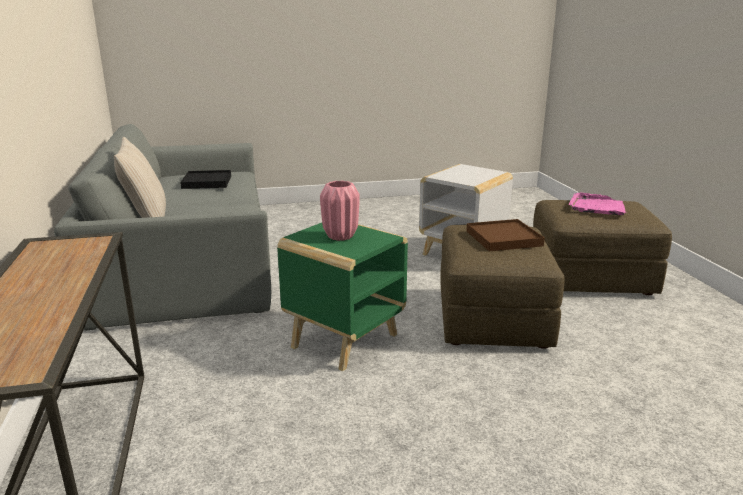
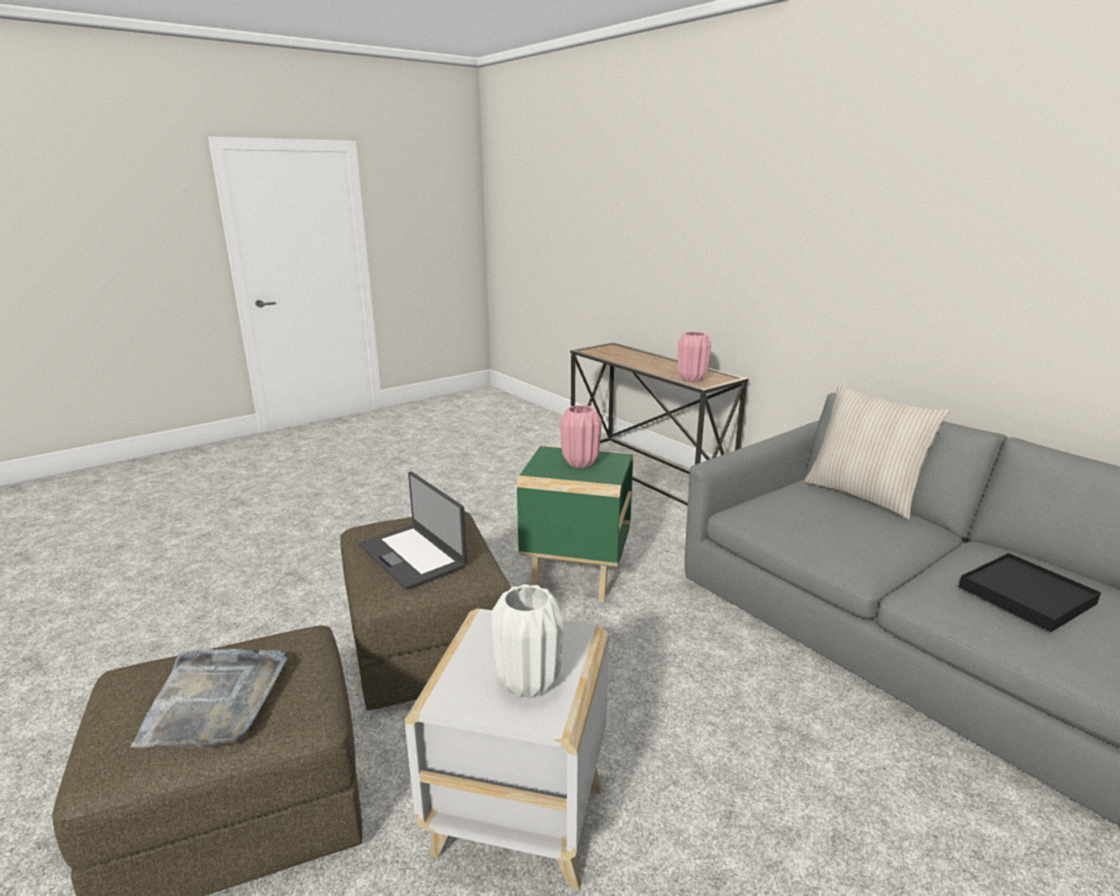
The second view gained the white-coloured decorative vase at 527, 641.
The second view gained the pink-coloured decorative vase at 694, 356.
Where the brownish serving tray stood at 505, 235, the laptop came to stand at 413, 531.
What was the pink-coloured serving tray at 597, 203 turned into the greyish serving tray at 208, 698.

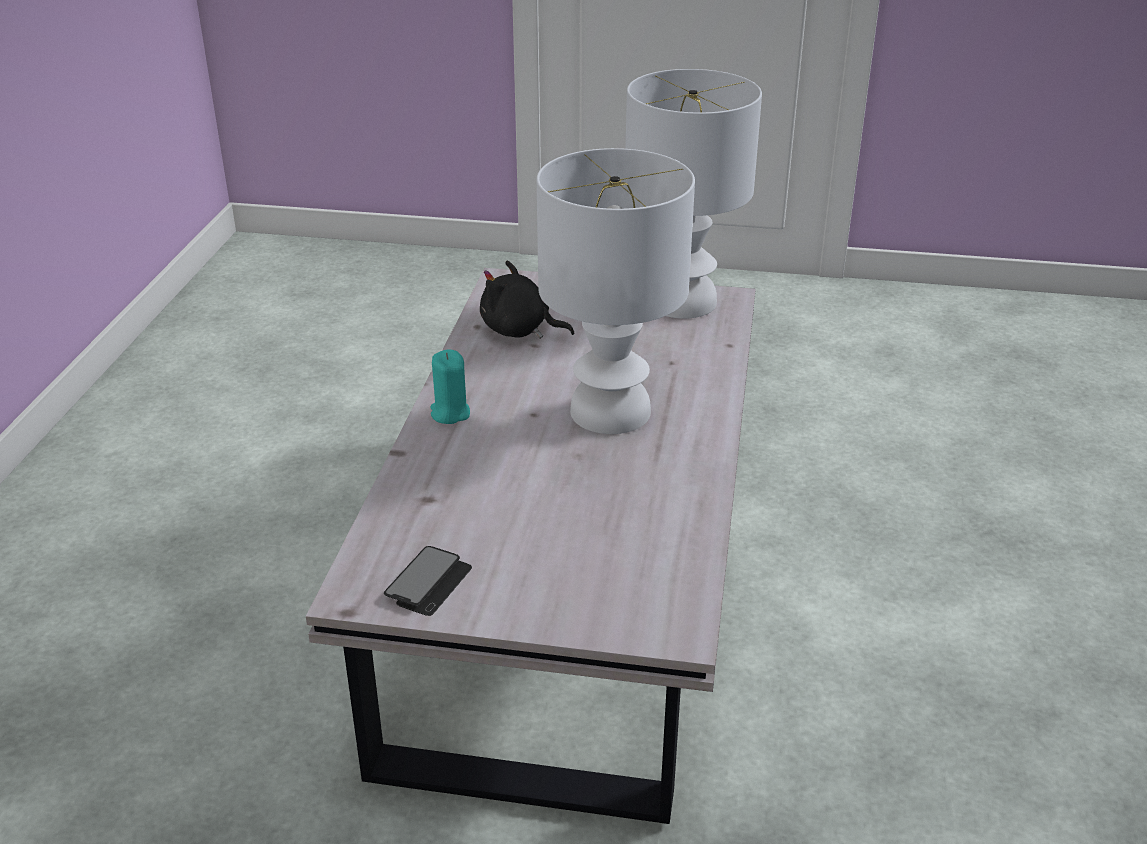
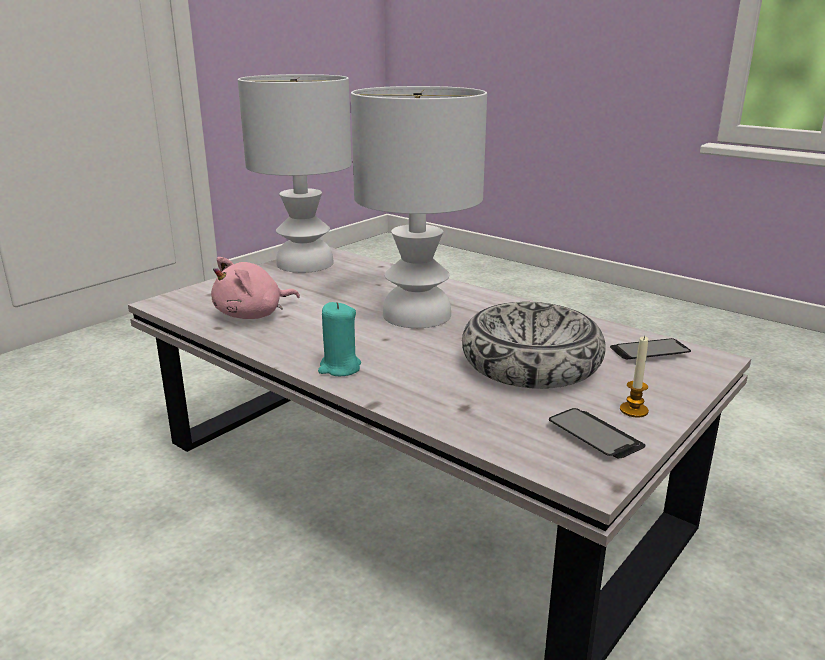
The second view gained the serving bowl at 533, 345.
The second view gained the phone at 650, 348.
The second view gained the wax light at 634, 376.
What was the black plush toy at 527, 300 turned into the pink-coloured plush toy at 255, 288.

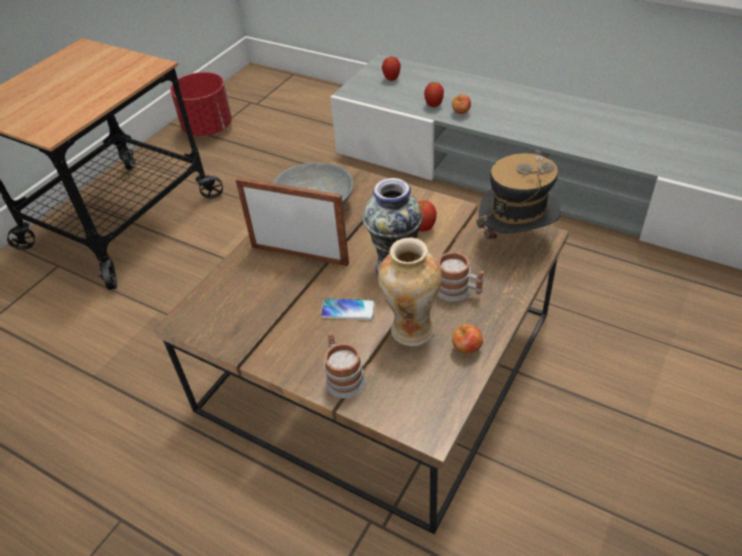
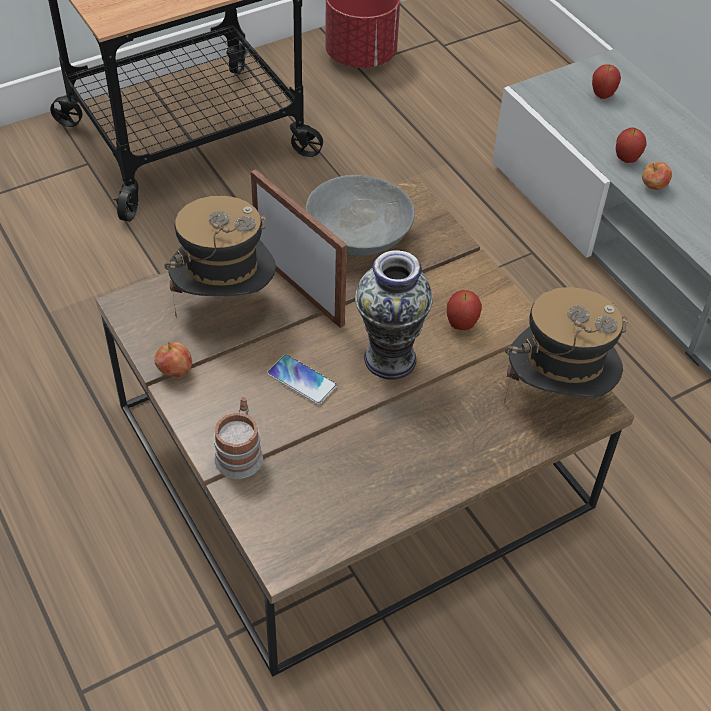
The second view lost the decorative vase at 410, 292.
The second view lost the mug at 461, 276.
The second view gained the wearable hat at 220, 257.
The whole apple ended up elsewhere, having gone from 467, 339 to 173, 359.

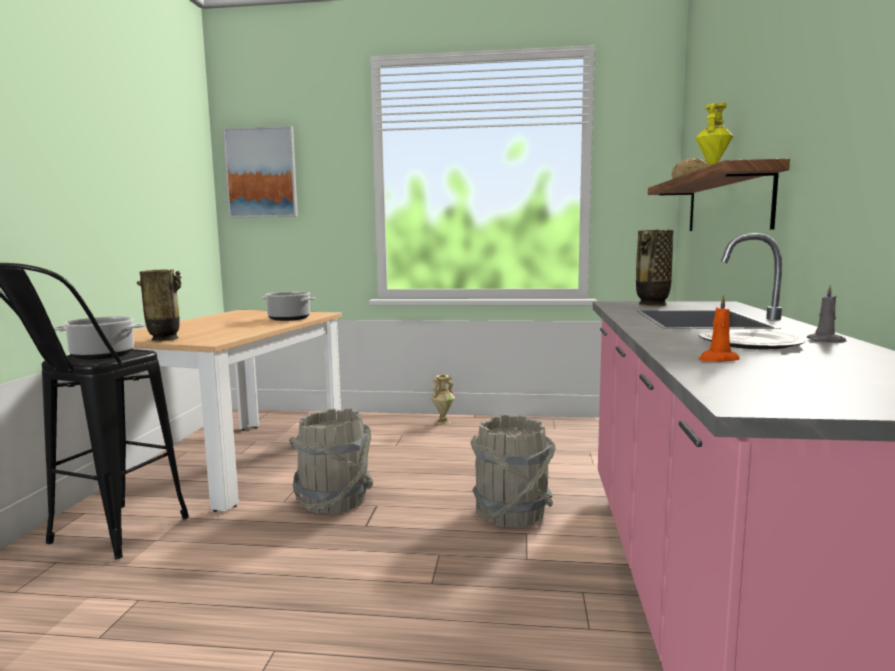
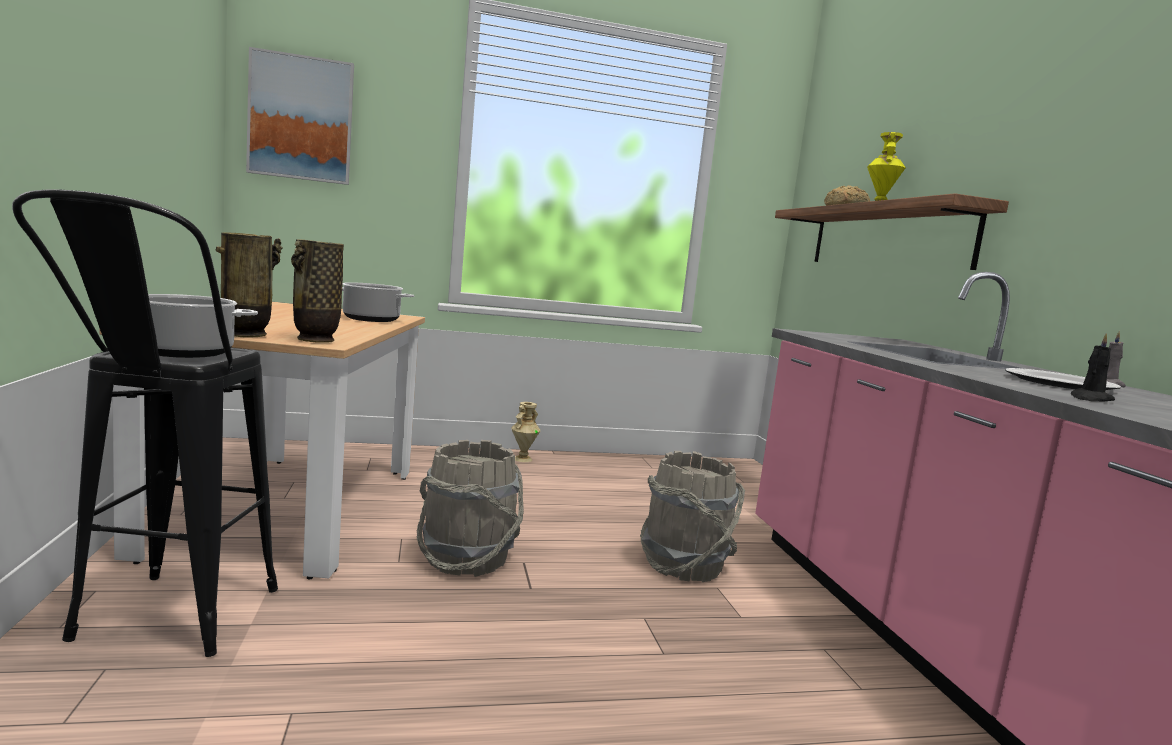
The decorative vase ended up elsewhere, having gone from 654, 268 to 317, 291.
What was the orange-coloured wax light at 719, 328 turned into the black wax light at 1093, 367.

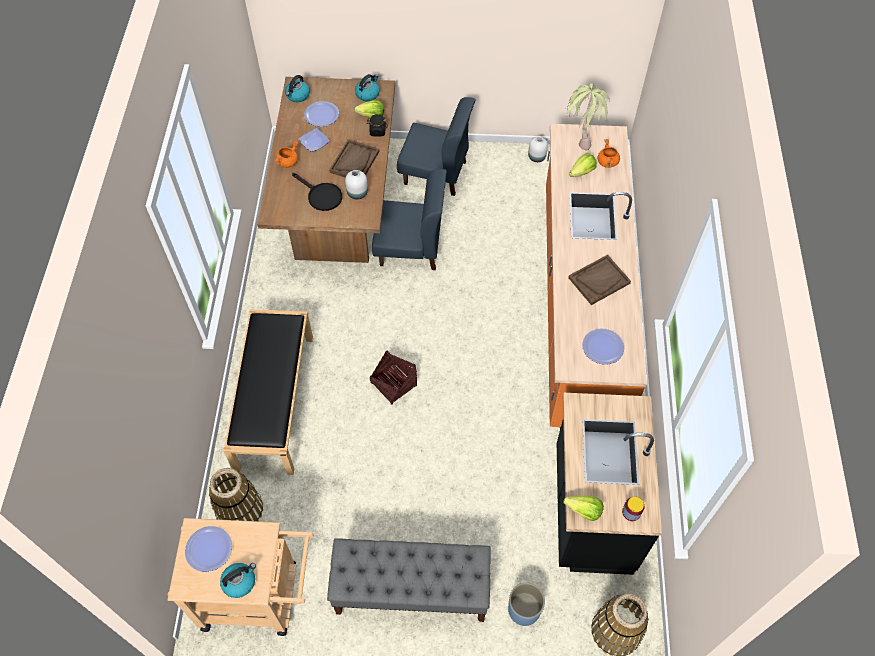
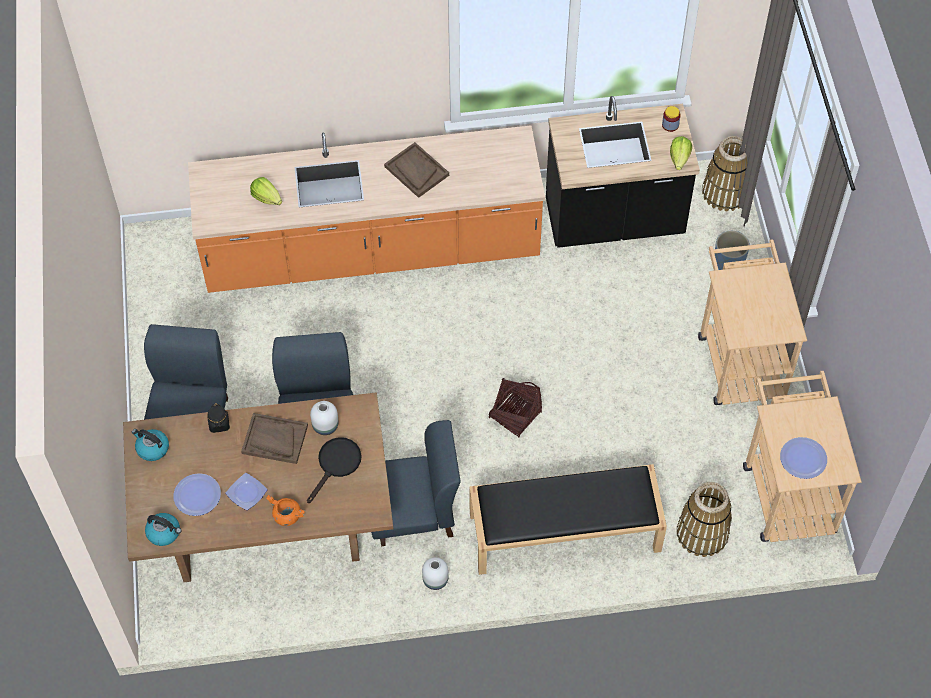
The second view lost the tea kettle at 238, 580.
The second view lost the lettuce head at 369, 109.
The second view lost the potted plant at 588, 117.
The second view lost the plate at 603, 346.
The second view lost the orange-coloured cooking pot at 609, 153.
The second view gained the blue chair at 416, 483.
The white-coloured decorative vase ended up elsewhere, having gone from 538, 149 to 435, 573.
Where the greyish indoor bench stood at 409, 580, the sand-coloured trolley came to stand at 752, 322.

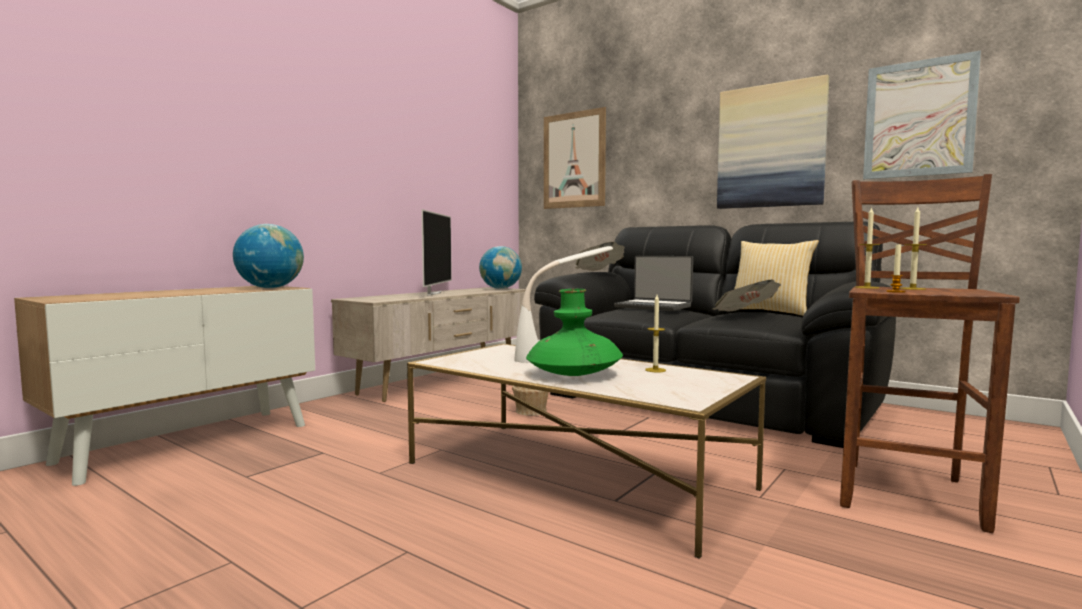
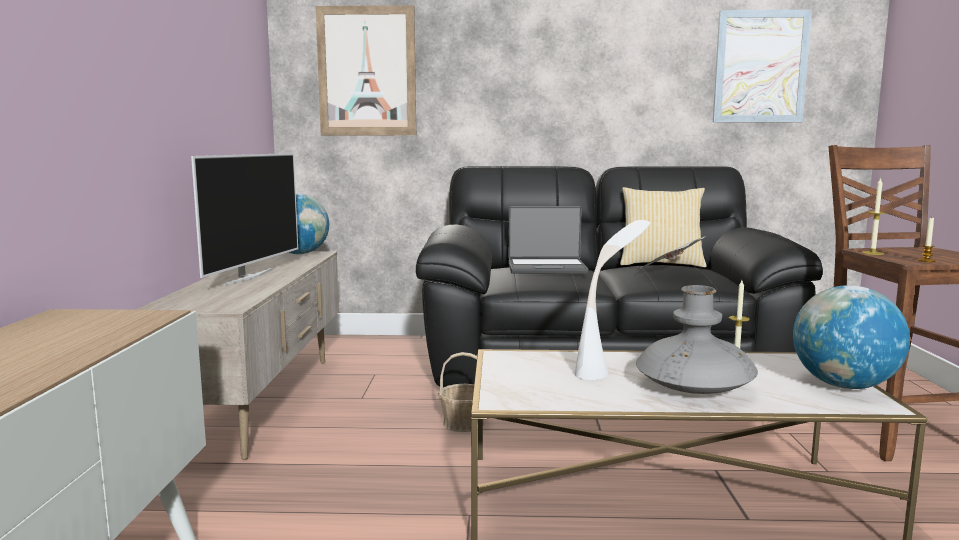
The second view lost the newspaper at 600, 256.
The second view lost the wall picture at 773, 141.
The second view lost the wax light at 913, 248.
The desk globe ended up elsewhere, having gone from 268, 256 to 851, 337.
What was the greenish decorative vase at 574, 332 turned into the greyish decorative vase at 697, 339.
The TV at 436, 252 ended up facing another way, 45 degrees clockwise from before.

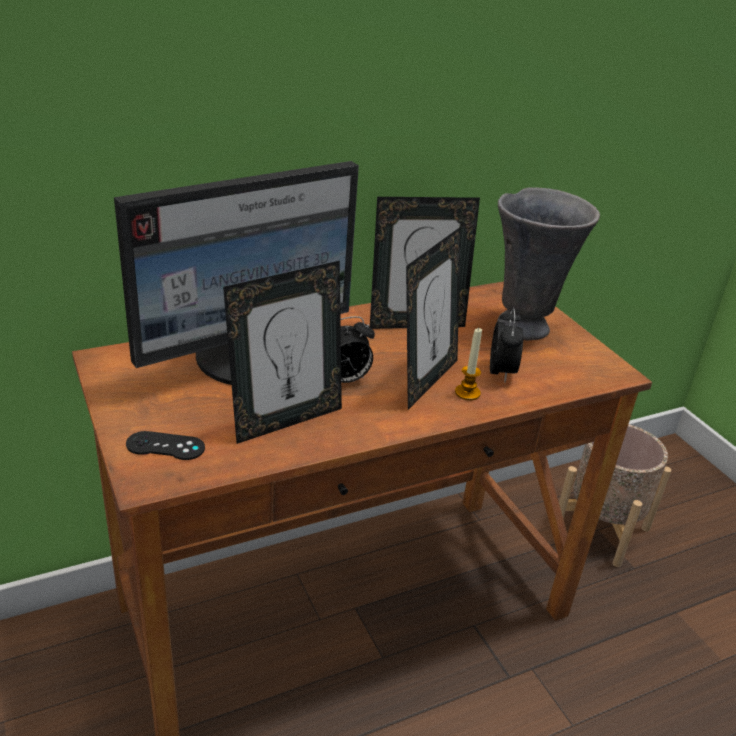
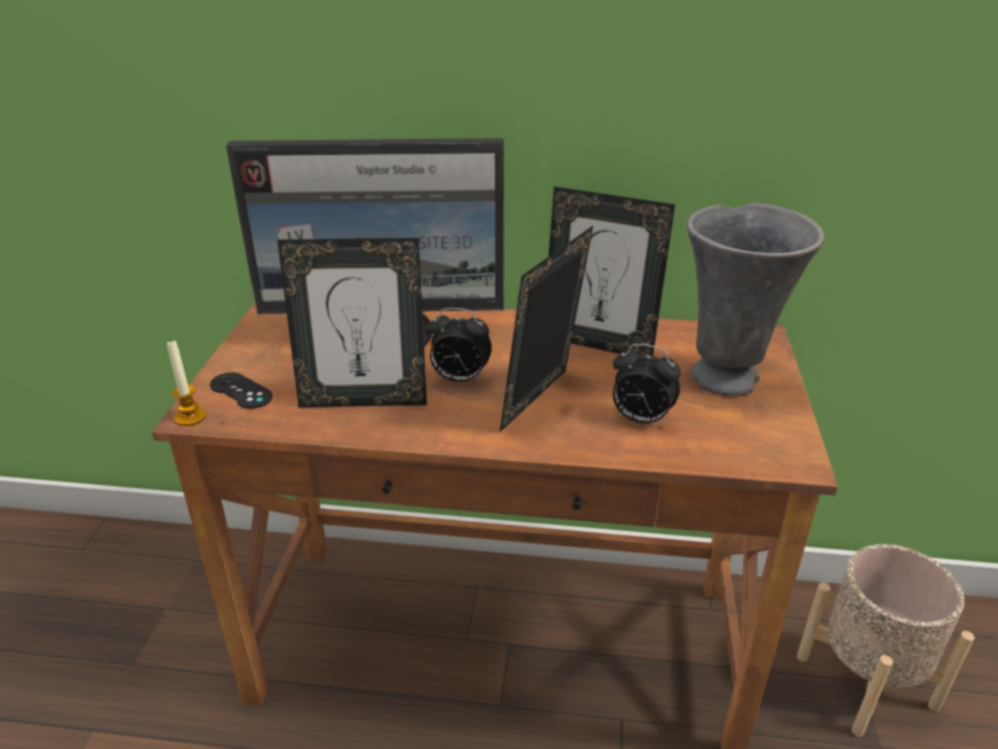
The wax light ended up elsewhere, having gone from 468, 363 to 186, 382.
The photo frame at 433, 318 ended up facing another way, 150 degrees clockwise from before.
The bedside clock at 507, 345 ended up facing another way, 75 degrees clockwise from before.

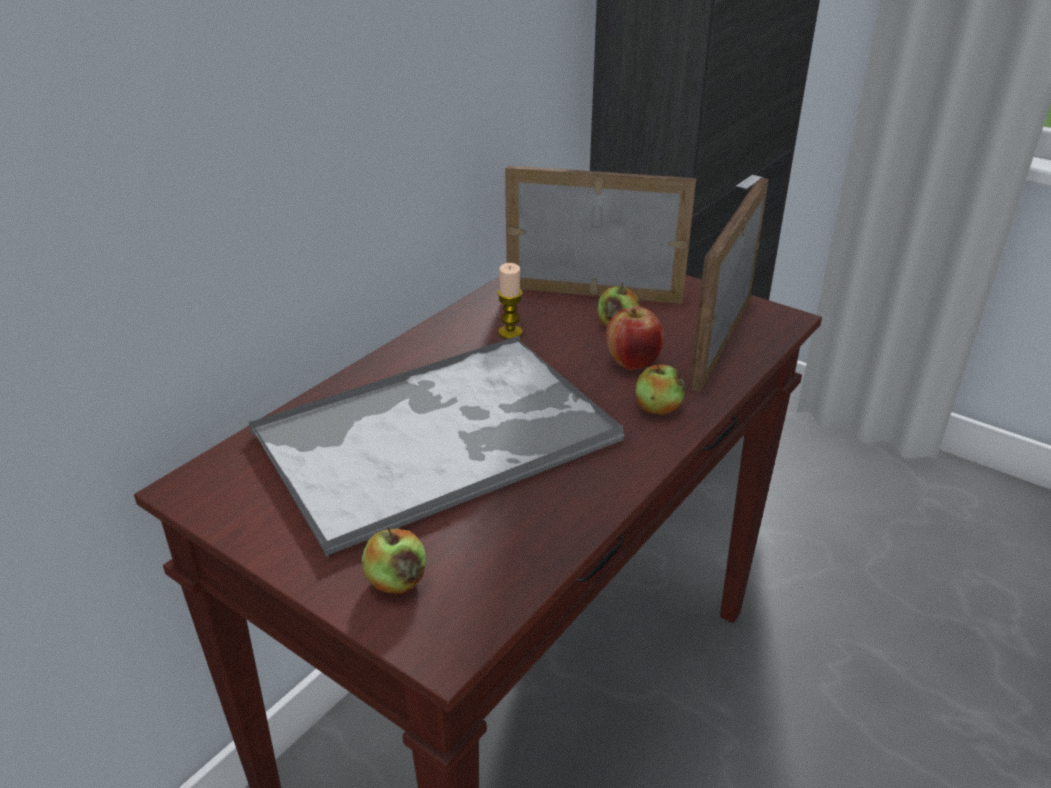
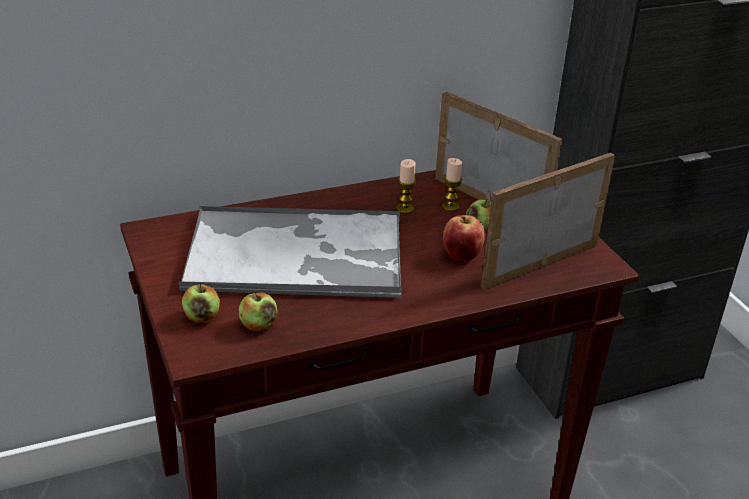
The second view gained the wax light at 452, 185.
The whole apple ended up elsewhere, having gone from 660, 388 to 258, 311.

